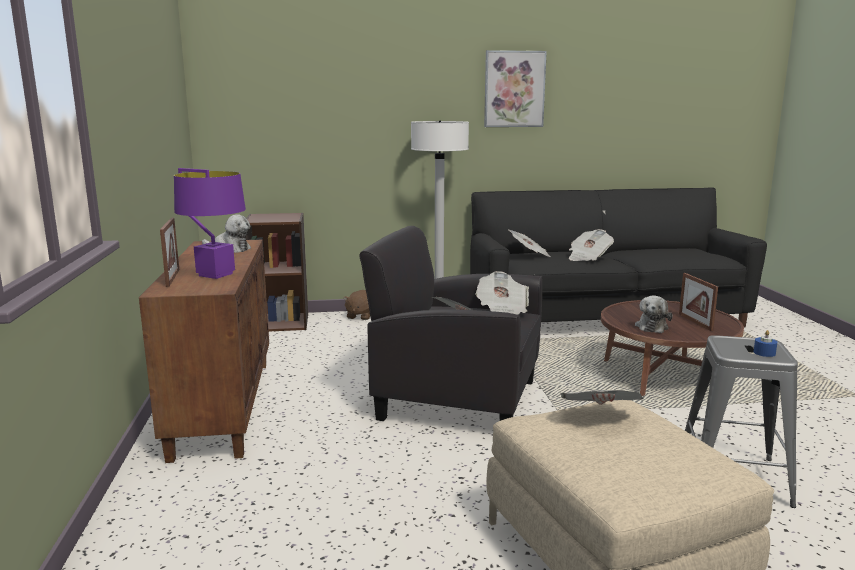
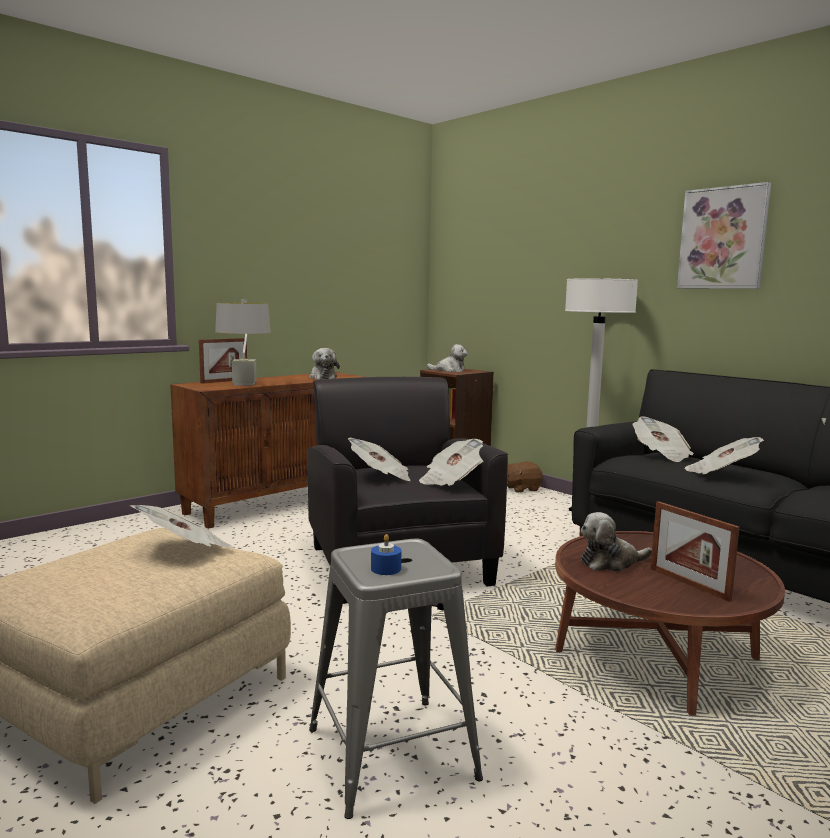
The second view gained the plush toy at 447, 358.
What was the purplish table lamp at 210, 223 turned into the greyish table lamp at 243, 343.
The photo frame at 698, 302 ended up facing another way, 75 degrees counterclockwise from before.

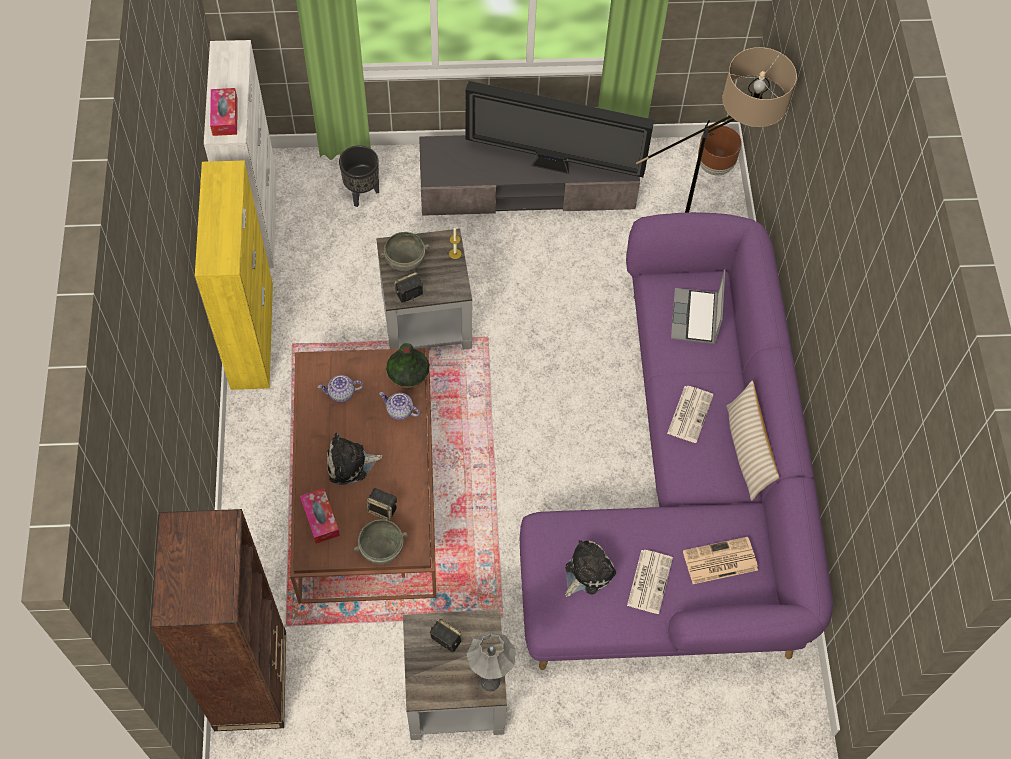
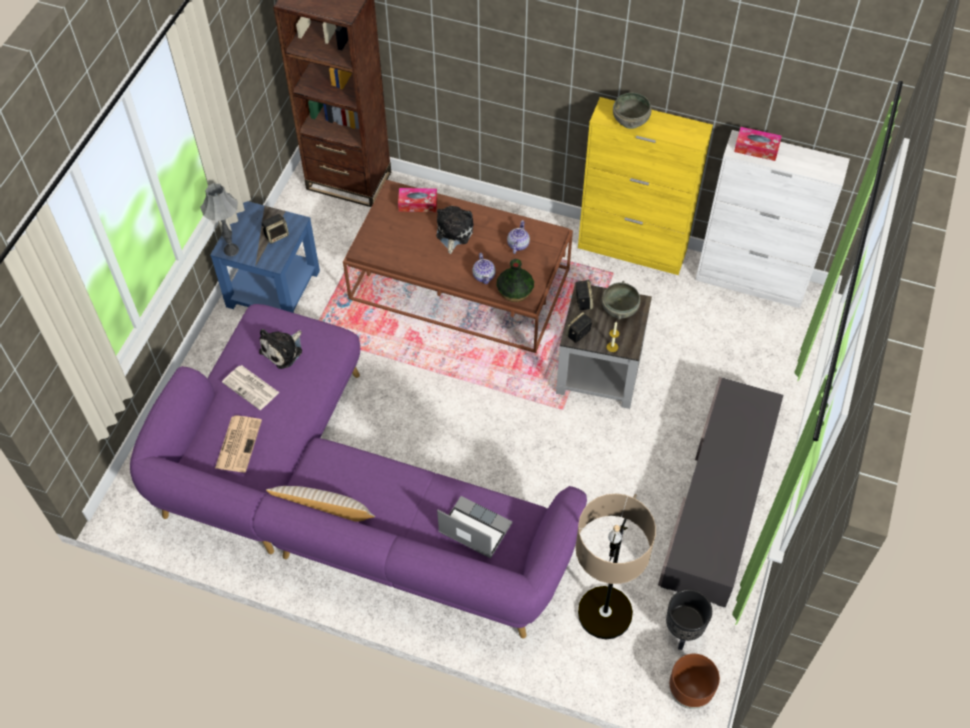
The second view lost the TV at 559, 129.
The second view lost the newspaper at 690, 414.
The black flower pot ended up elsewhere, having gone from 359, 176 to 689, 619.
The greyish serving bowl ended up elsewhere, having gone from 381, 541 to 632, 110.
The audio speaker ended up elsewhere, having gone from 382, 504 to 579, 327.
What was the greyish end table at 455, 674 turned into the blue end table at 265, 257.
The tea pot at 399, 406 ended up facing another way, 120 degrees clockwise from before.
The plush toy at 590, 568 ended up facing another way, 60 degrees clockwise from before.

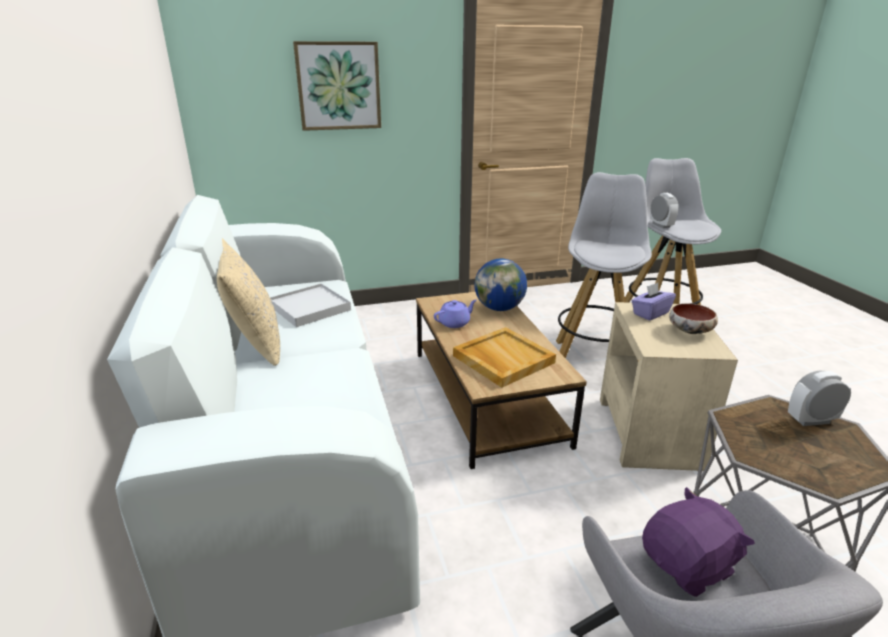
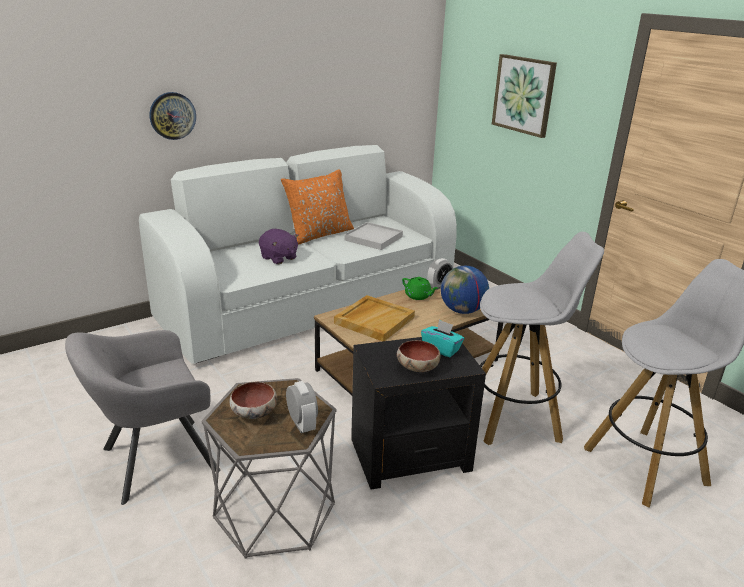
The second view gained the clock on the wall at 172, 116.
The second view gained the serving bowl at 253, 400.
The purplish plush toy ended up elsewhere, having gone from 698, 542 to 279, 246.
The bedside clock ended up elsewhere, having gone from 664, 210 to 440, 274.
What was the sand-coloured pillow at 248, 302 turned into the orange-coloured pillow at 317, 207.
What was the purplish tea pot at 455, 314 turned into the greenish tea pot at 420, 288.
What was the sand-coloured end table at 669, 386 turned into the black end table at 418, 413.
What was the purplish tissue box at 654, 301 turned into the turquoise-coloured tissue box at 442, 339.

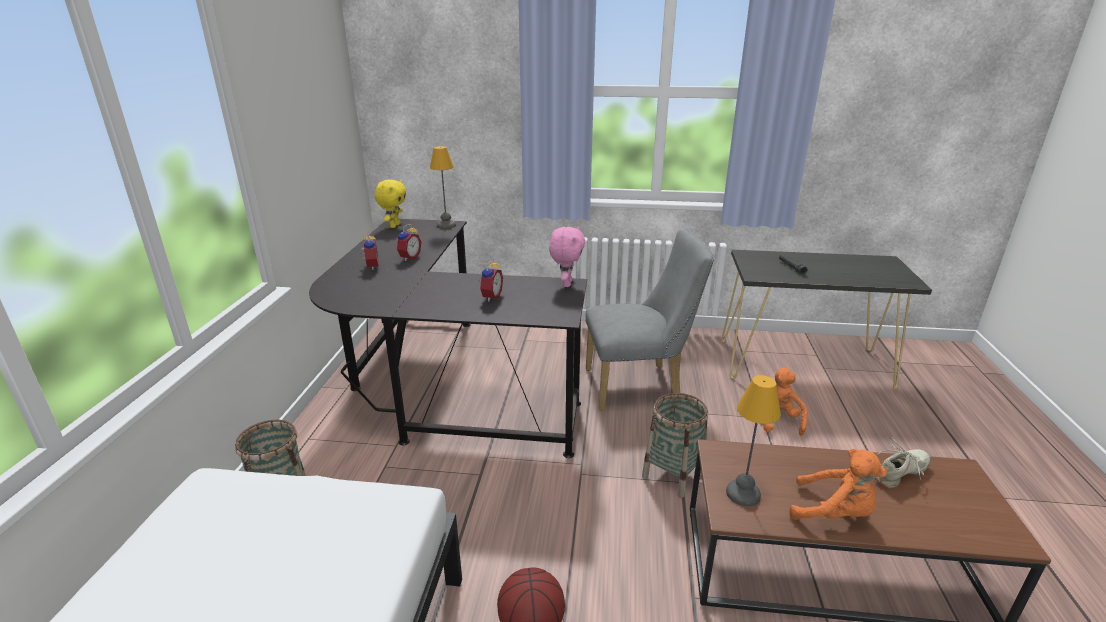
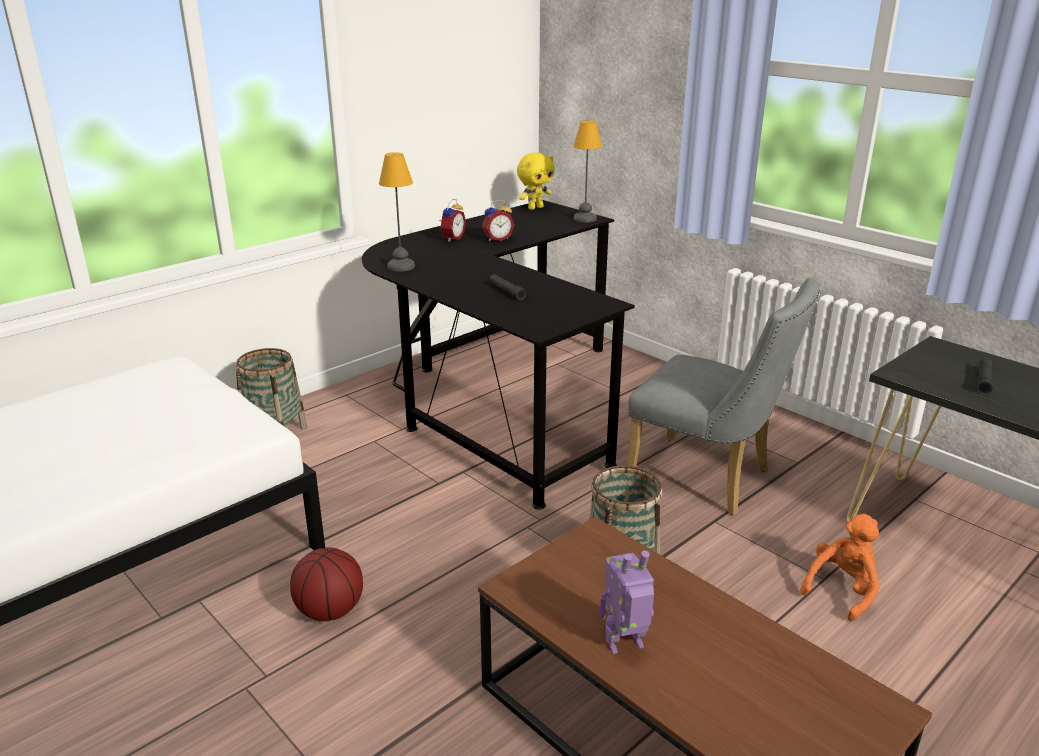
The second view lost the pink-coloured plush toy at 567, 256.
The second view lost the sand-coloured shoe at 903, 462.
The table lamp ended up elsewhere, having gone from 753, 440 to 397, 211.
Where the bedside clock stood at 491, 279, the black flashlight came to stand at 508, 287.
Where the orange-coloured plush toy stood at 838, 484, the model robot came to stand at 627, 602.

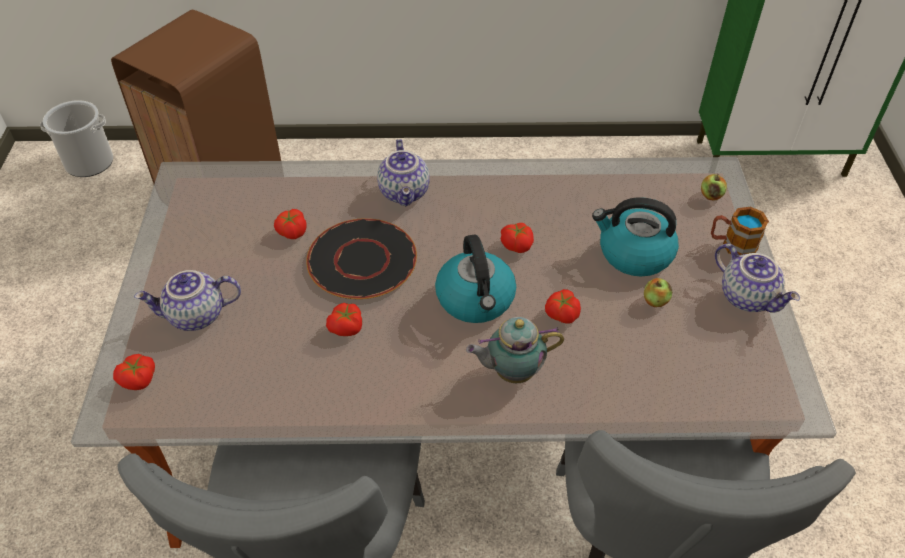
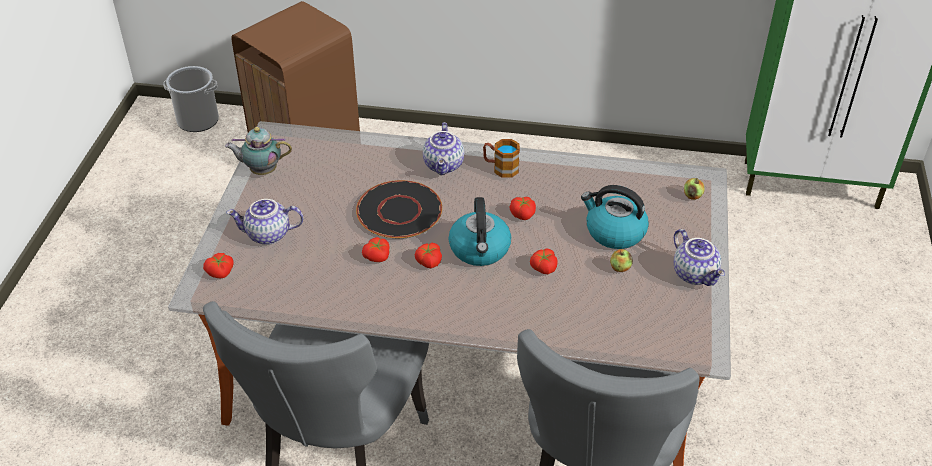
The whole tomato ended up elsewhere, having gone from 290, 224 to 428, 255.
The tea pot ended up elsewhere, having gone from 515, 350 to 258, 151.
The mug ended up elsewhere, having gone from 740, 231 to 501, 158.

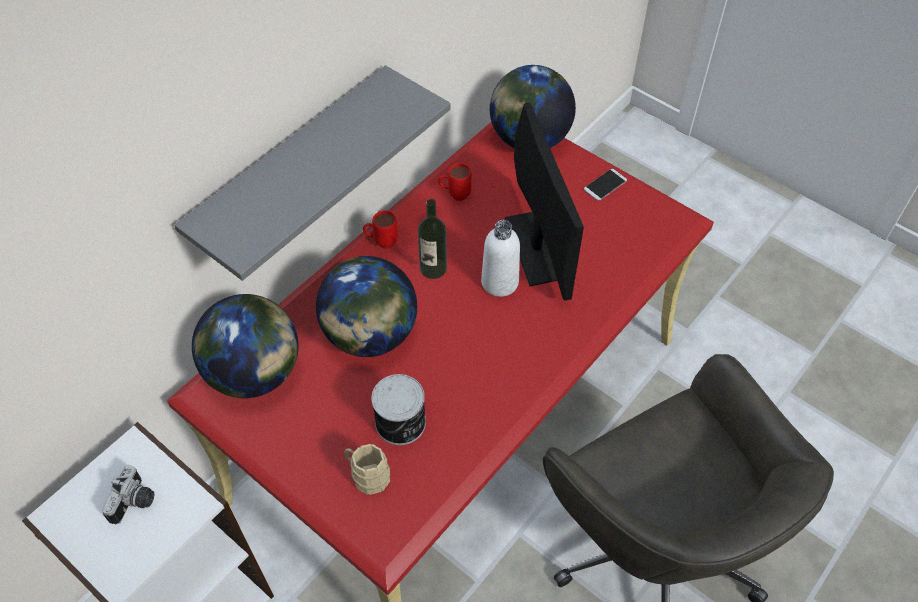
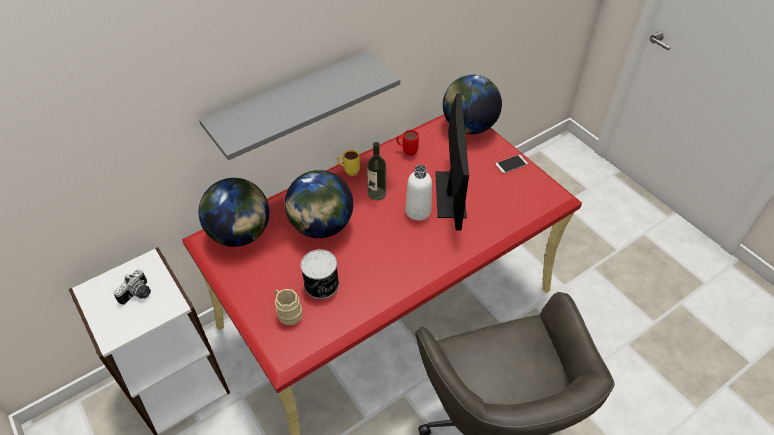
What was the reddish mug at 380, 229 turned into the yellow mug at 348, 162.

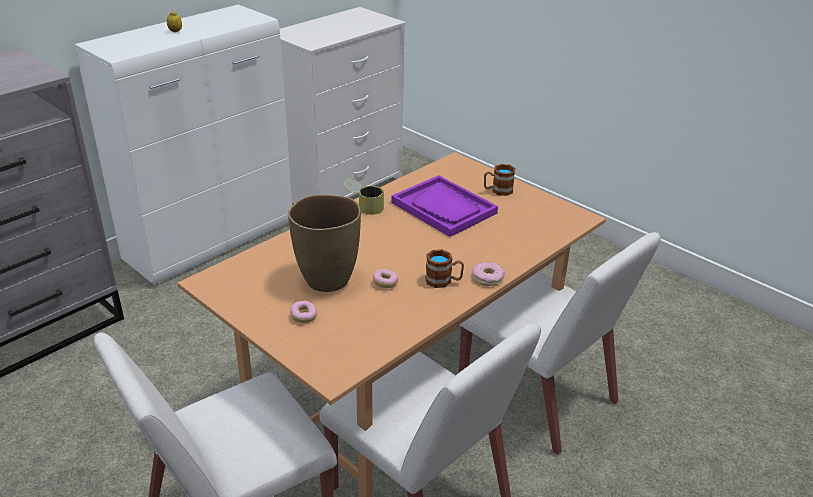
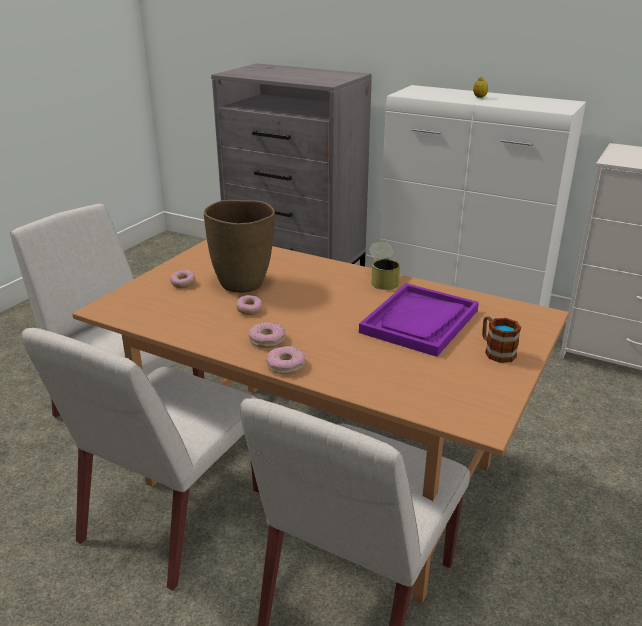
Where the mug stood at 444, 268, the doughnut came to stand at 266, 335.

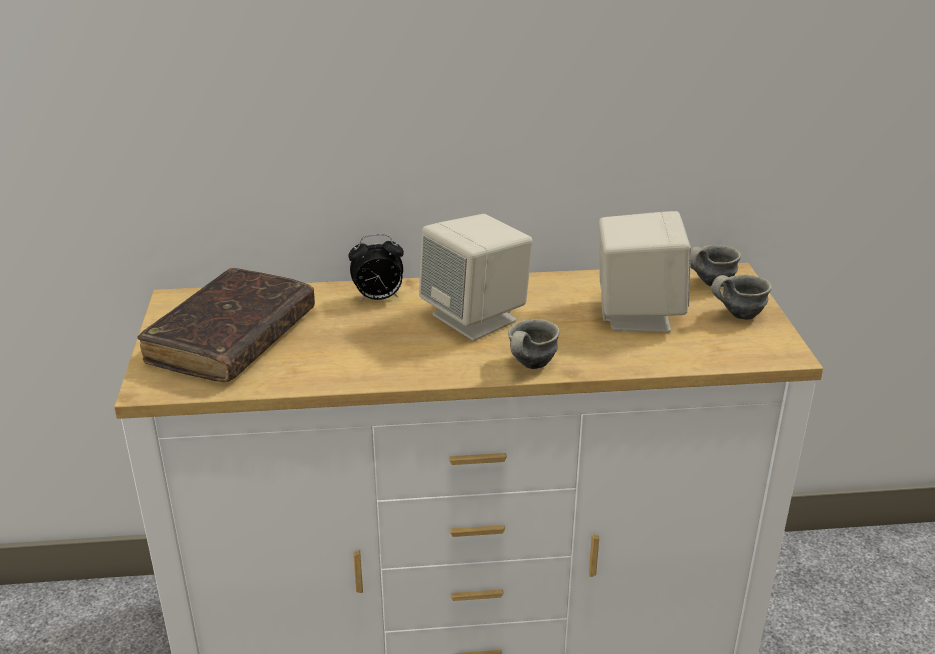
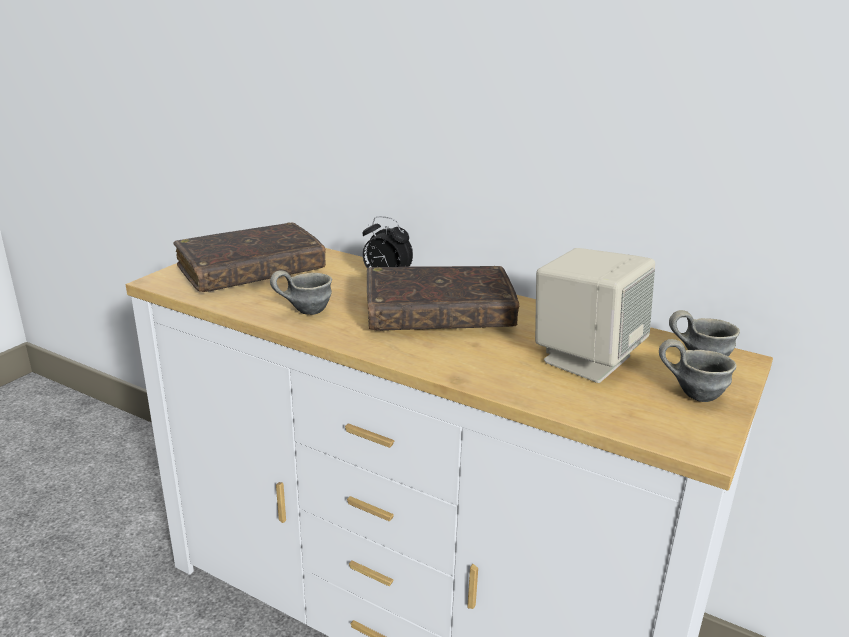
The greyish mug ended up elsewhere, having gone from 534, 344 to 301, 293.
Where the sand-coloured audio speaker stood at 476, 277, the brownish volume came to stand at 443, 298.

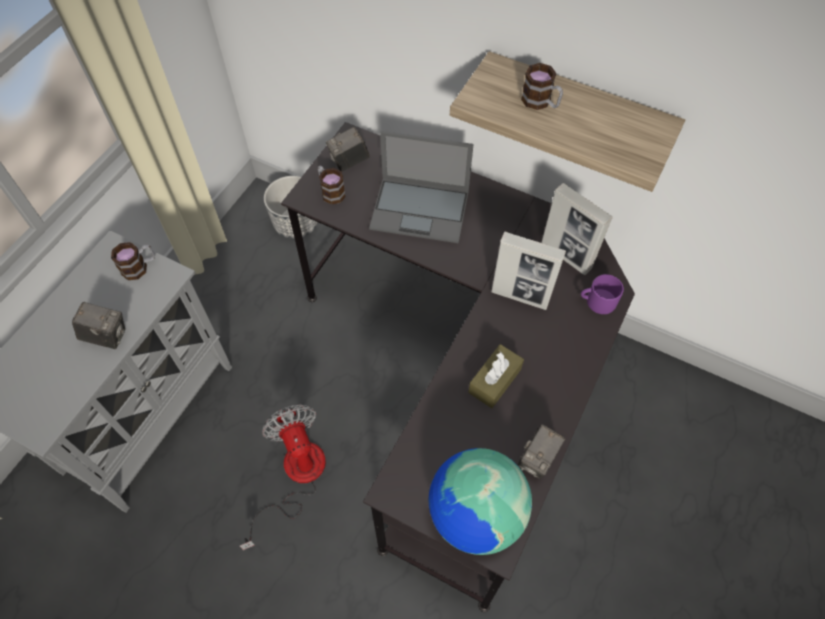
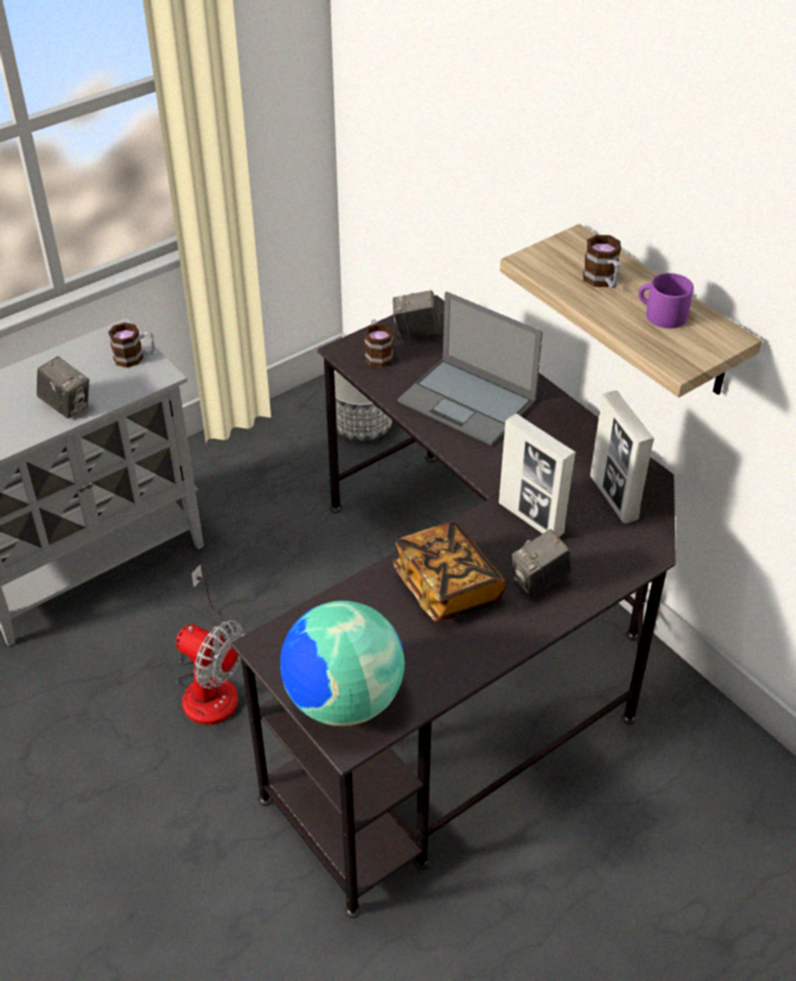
The still camera ended up elsewhere, having gone from 541, 451 to 541, 563.
The purplish mug ended up elsewhere, having gone from 602, 294 to 666, 300.
Where the brownish tissue box stood at 496, 376, the volume came to stand at 449, 571.
The electric fan at 283, 477 ended up facing another way, 120 degrees clockwise from before.

